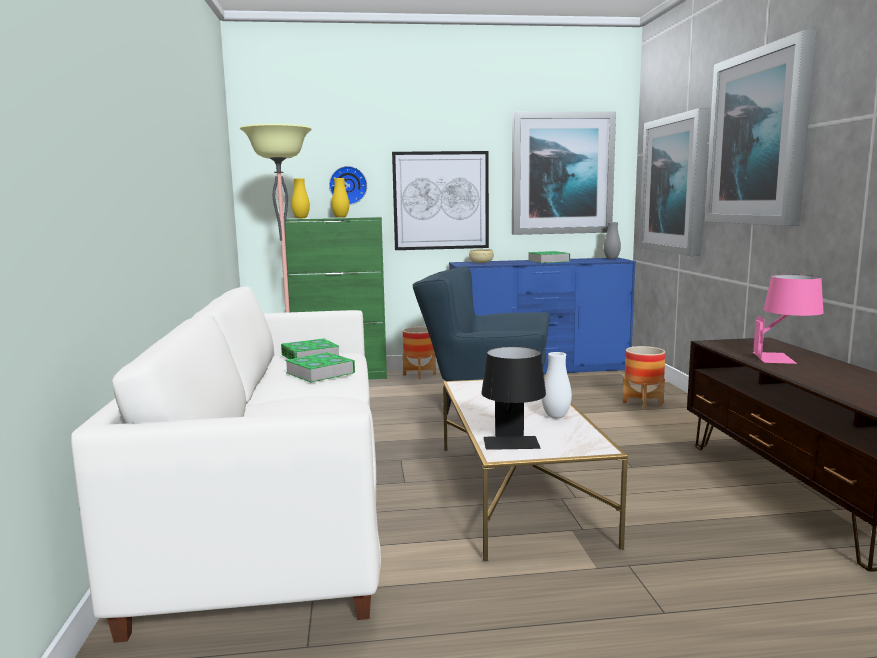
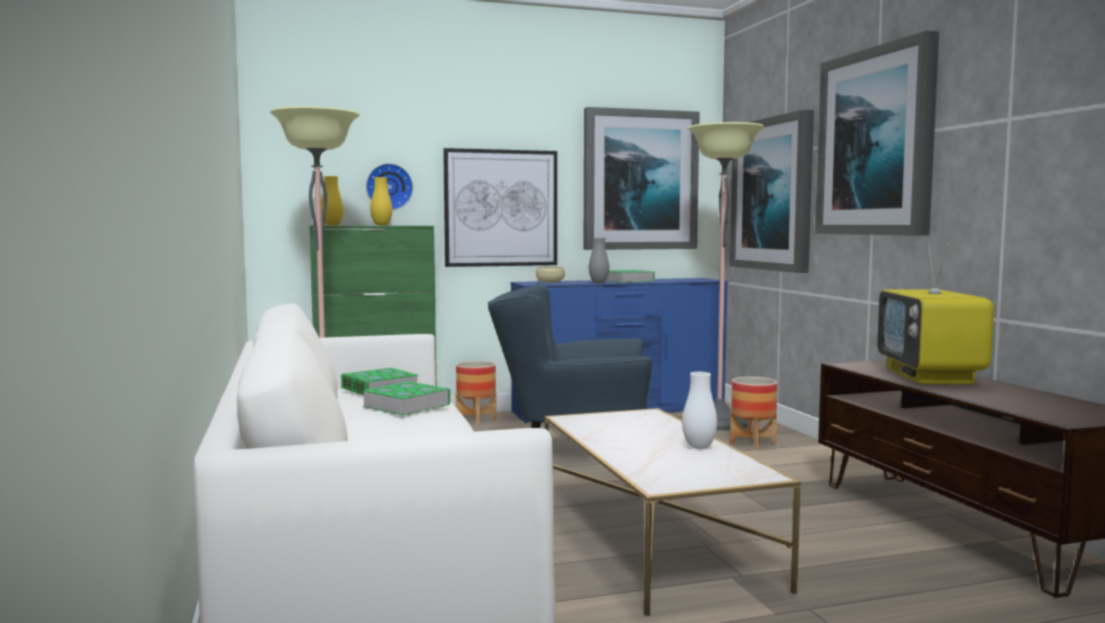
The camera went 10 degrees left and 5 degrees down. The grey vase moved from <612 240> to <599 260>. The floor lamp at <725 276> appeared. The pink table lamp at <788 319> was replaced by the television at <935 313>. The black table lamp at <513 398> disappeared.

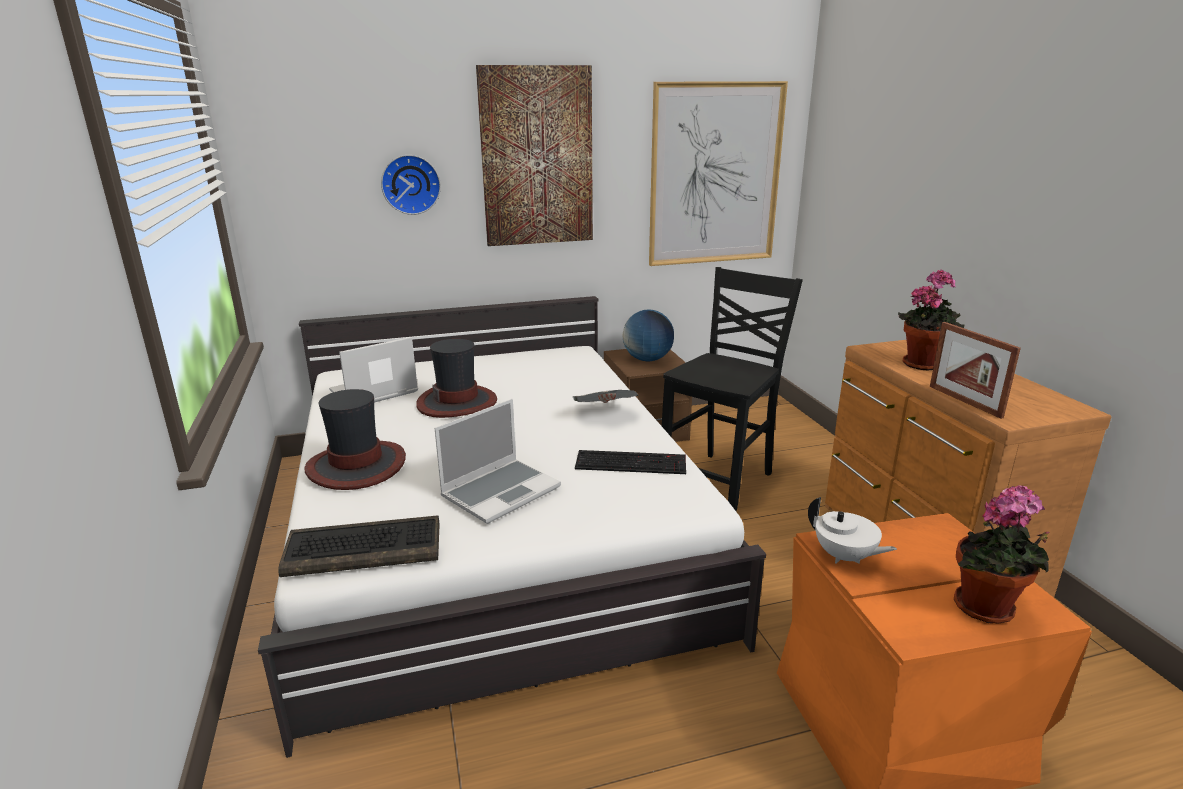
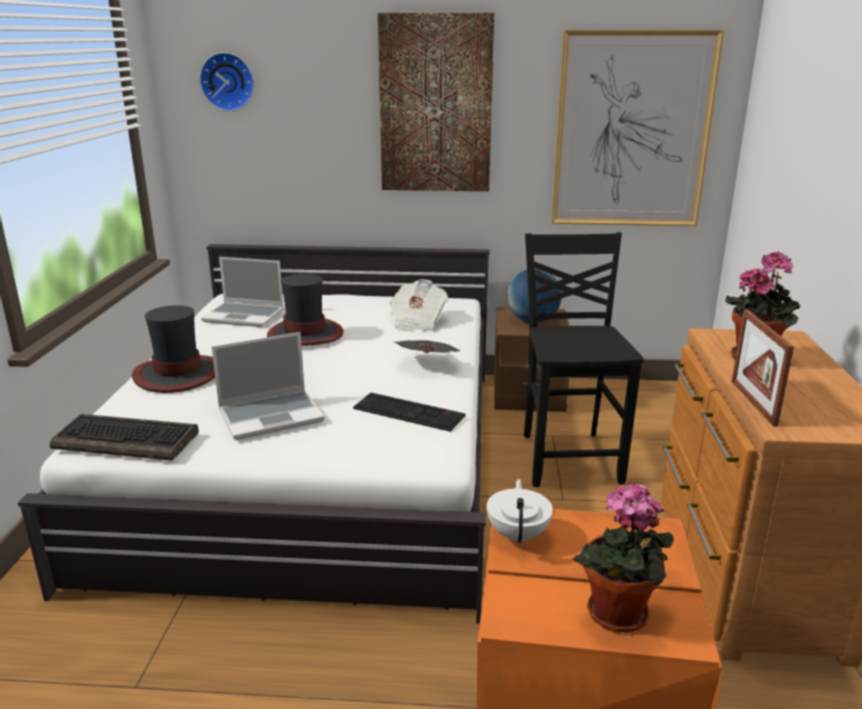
The camera went 20 degrees right and 0 degrees up. The wall clock moved from <411 185> to <226 81>. The laptop at <373 369> turned 150 degrees counterclockwise. The newspaper at <418 305> appeared. The white teapot at <852 530> turned 150 degrees counterclockwise. The black chair at <732 389> turned 60 degrees counterclockwise.

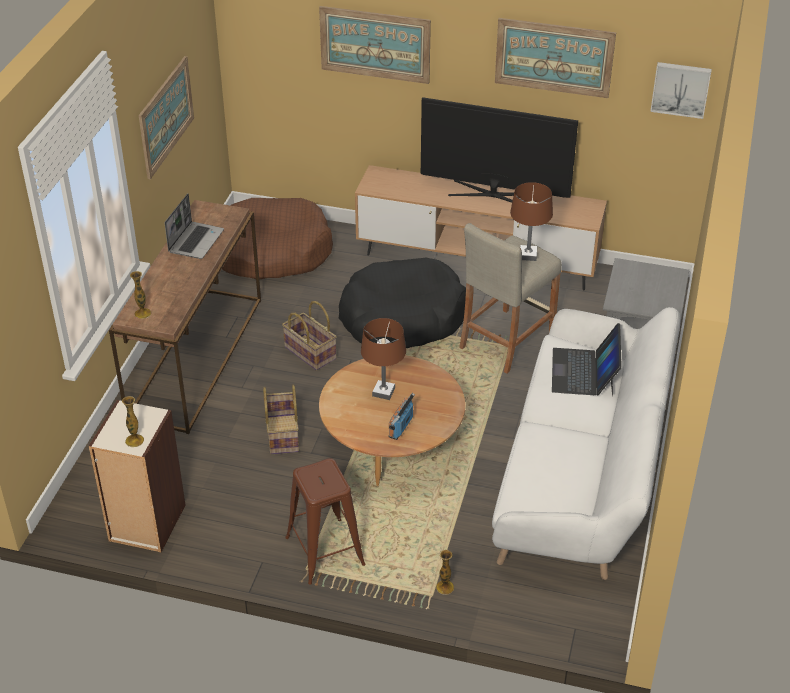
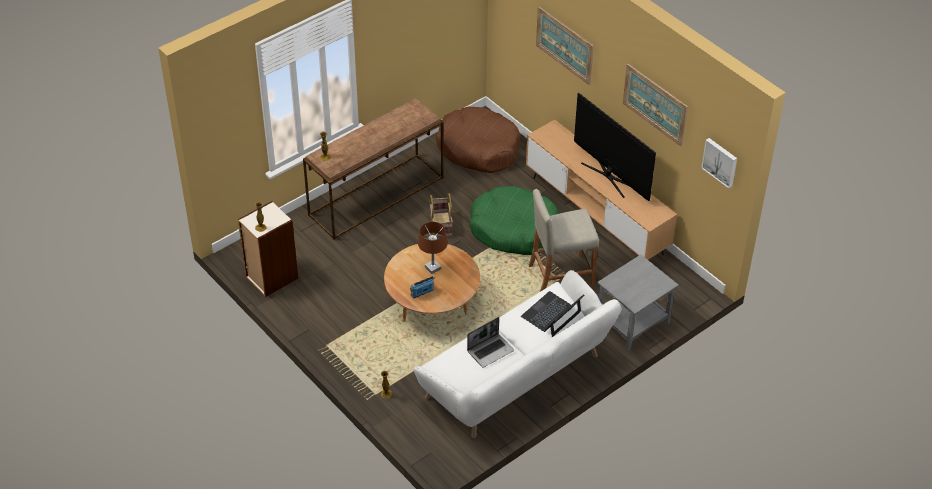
The camera went 35 degrees right and 5 degrees up. The laptop moved from <194 226> to <490 342>. The black dog bed at <402 303> became the green dog bed at <514 220>. The picture at <166 117> disappeared. The basket at <281 419> disappeared. The brown stool at <325 521> disappeared. The brown table lamp at <531 221> disappeared.

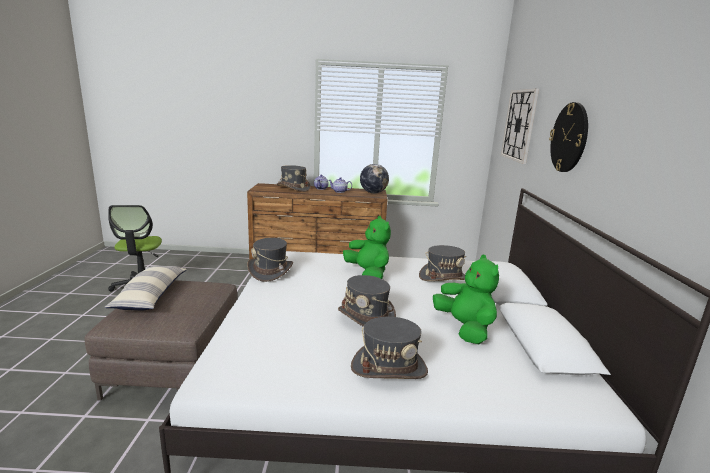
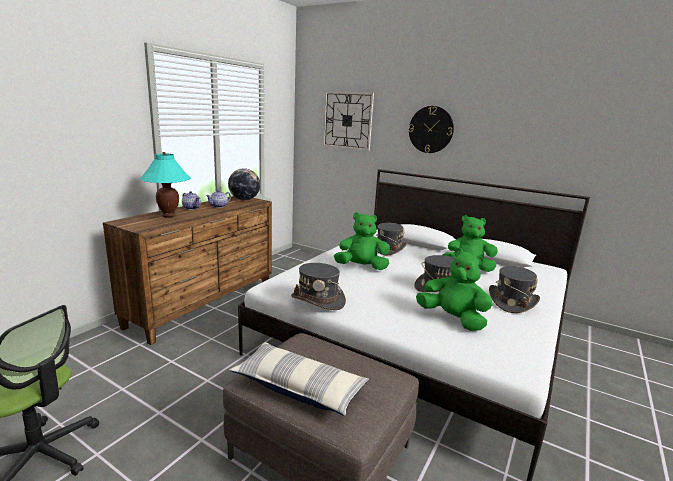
The camera went 60 degrees left and 0 degrees up. The grey hat at <293 178> was replaced by the turquoise table lamp at <165 184>. The green plush toy at <454 289> appeared.

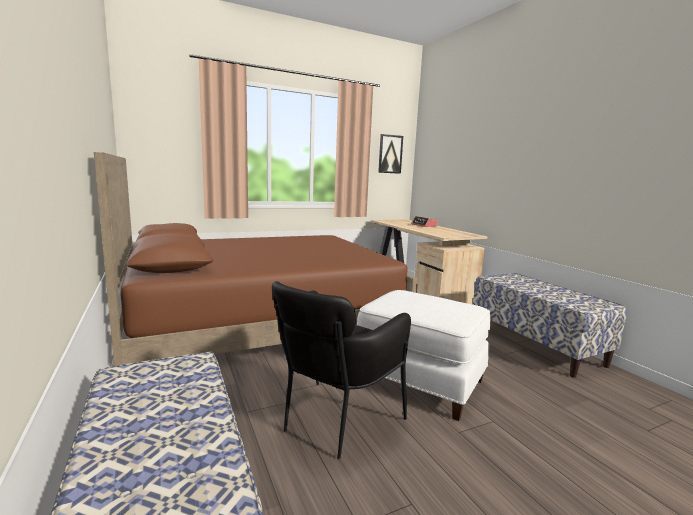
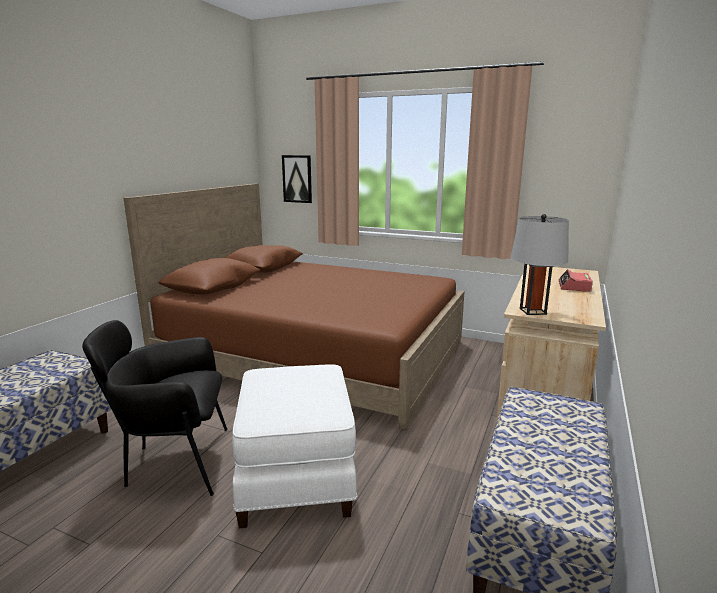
The camera went 50 degrees right and 5 degrees up. The picture moved from <390 154> to <297 179>. The grey table lamp at <540 264> appeared.

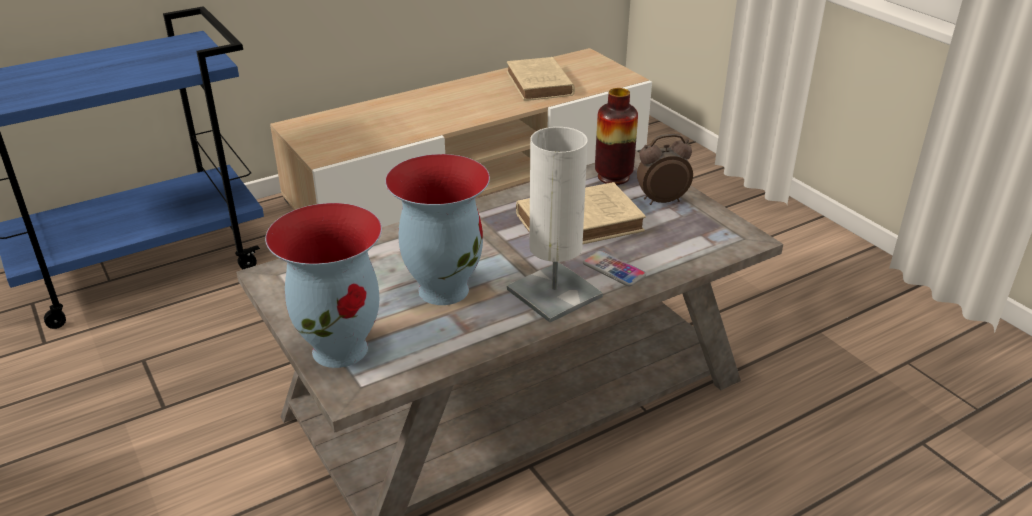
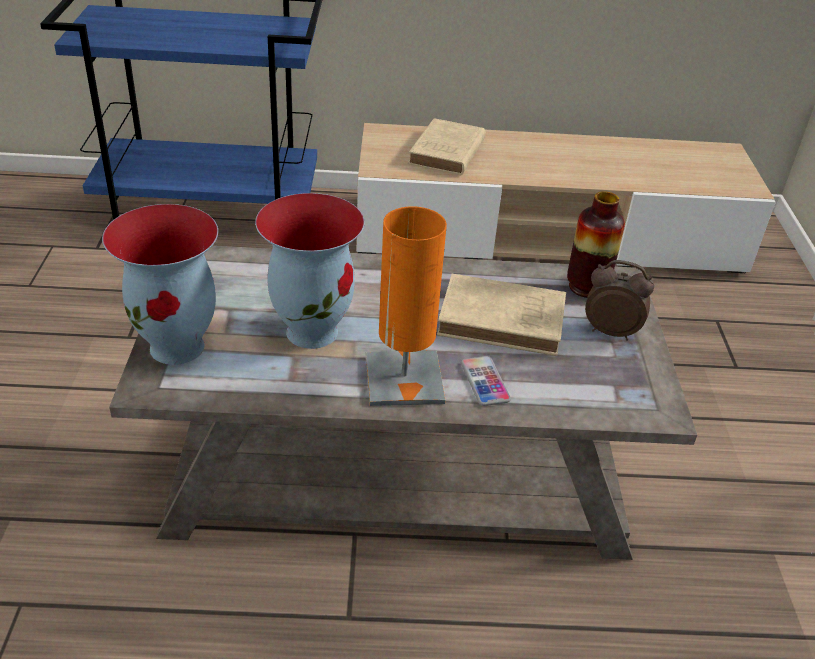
The camera went 30 degrees right and 5 degrees up. The white table lamp at <555 224> became the orange table lamp at <406 306>. The beige book moved from <540 79> to <447 146>.

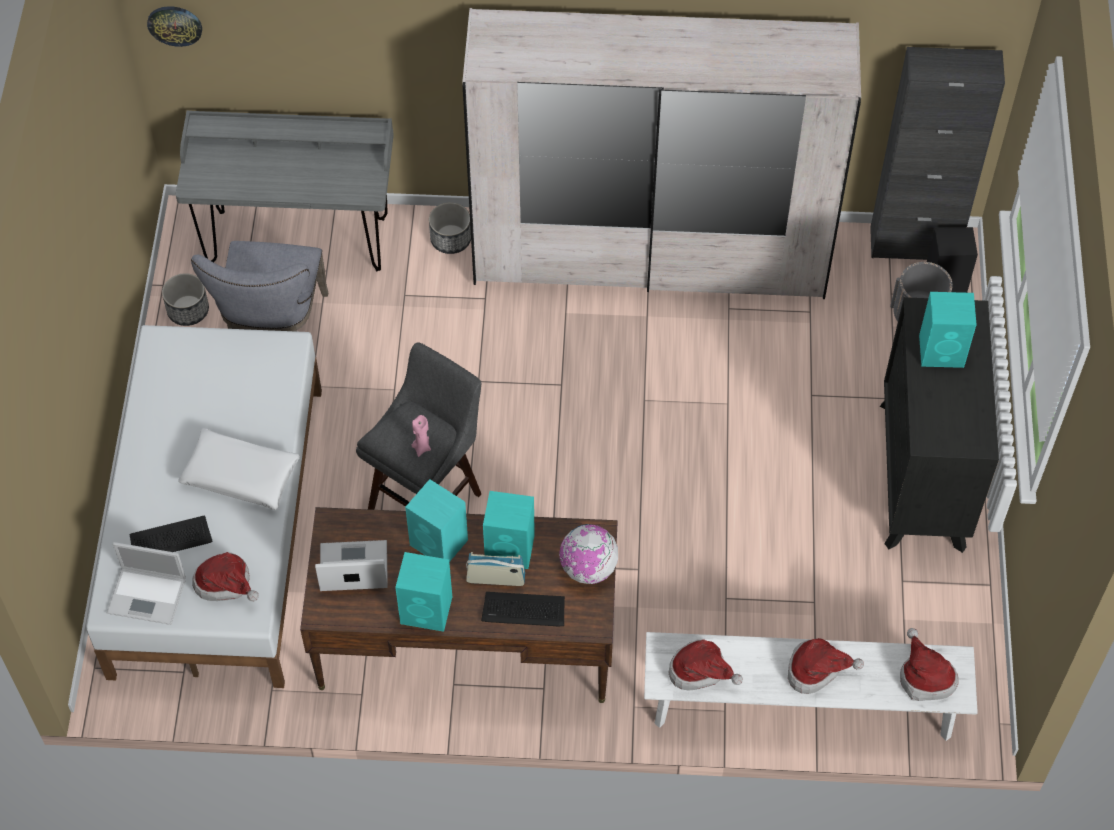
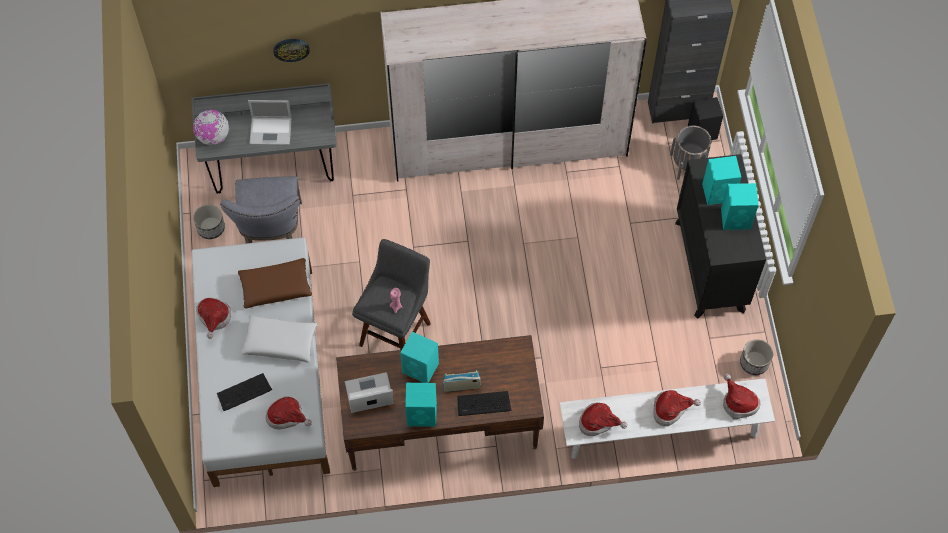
The camera went 10 degrees left and 5 degrees up. The globe moved from <588 554> to <211 127>. The hat at <213 318> appeared. The brown pillow at <275 283> appeared. The laptop moved from <146 583> to <270 122>. The wall clock moved from <174 26> to <291 50>. The turquoise speaker moved from <509 530> to <740 206>. The planter moved from <450 228> to <756 357>.

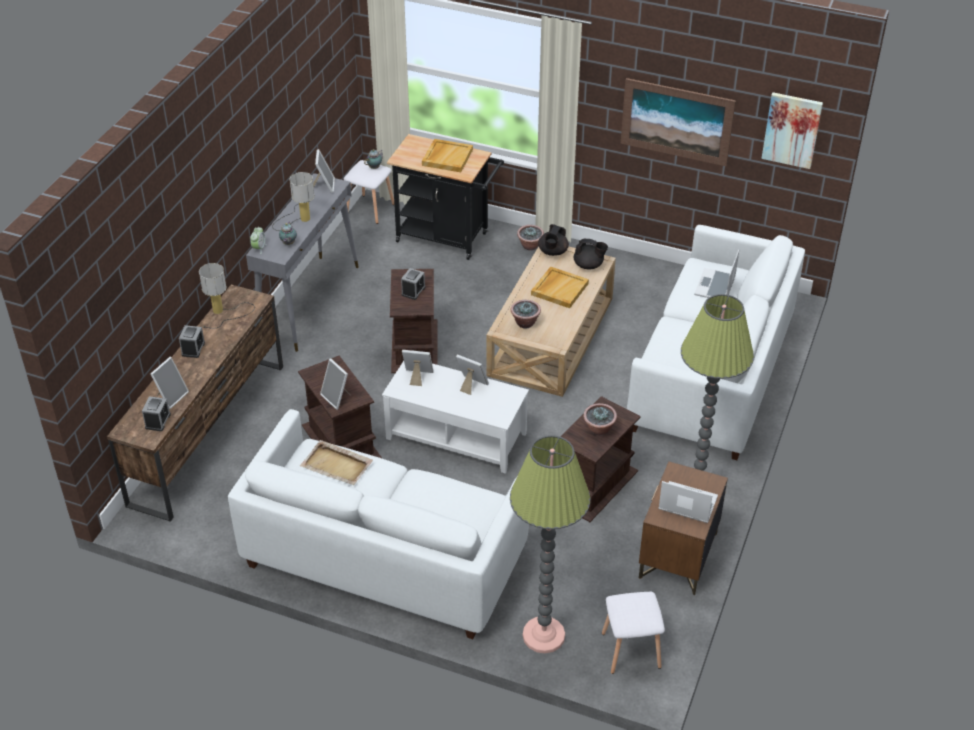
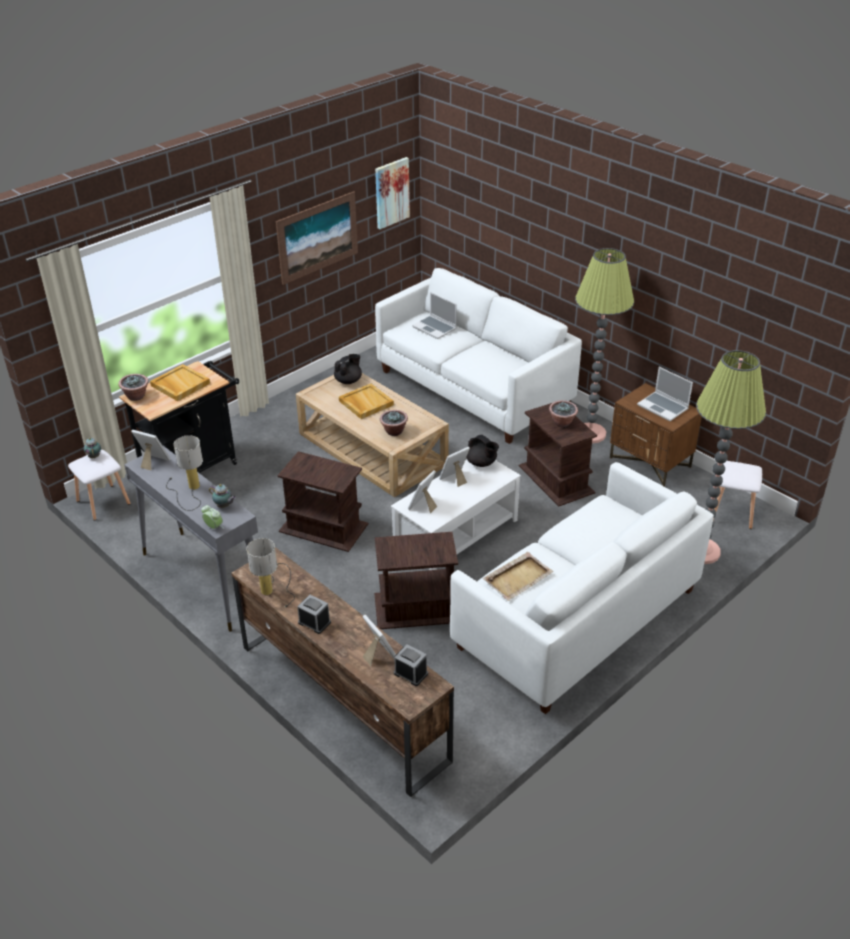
The camera went 65 degrees left and 5 degrees down. The potted plant moved from <530 237> to <133 387>. The black teapot moved from <553 240> to <482 451>. The laptop at <688 502> turned 90 degrees counterclockwise. The picture frame at <335 384> disappeared. The alarm clock at <413 284> disappeared.

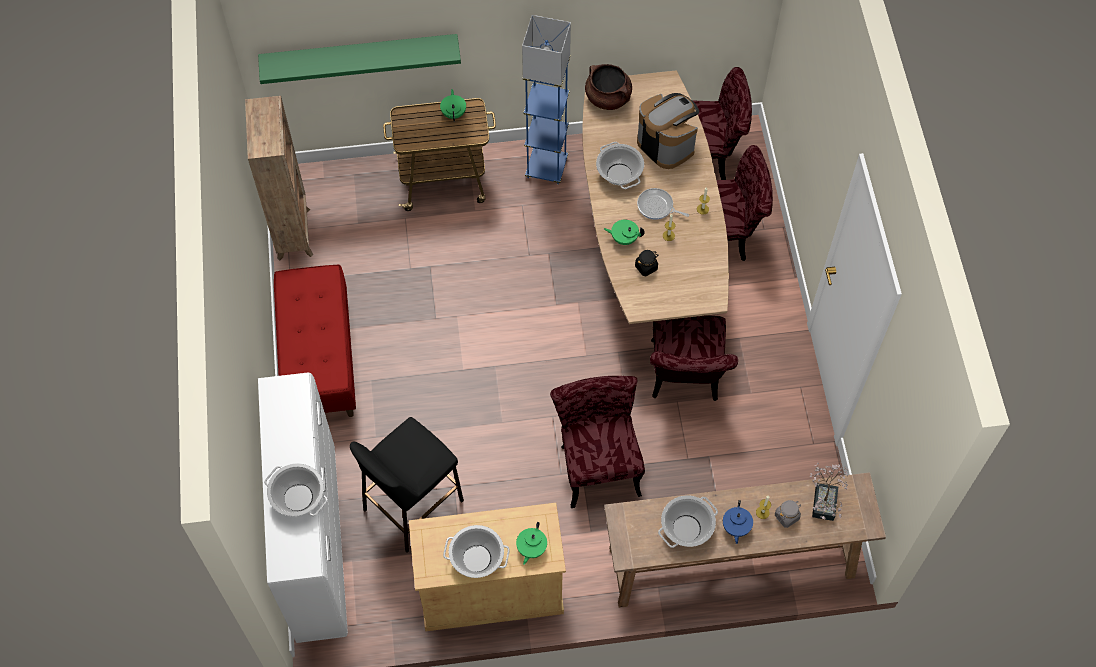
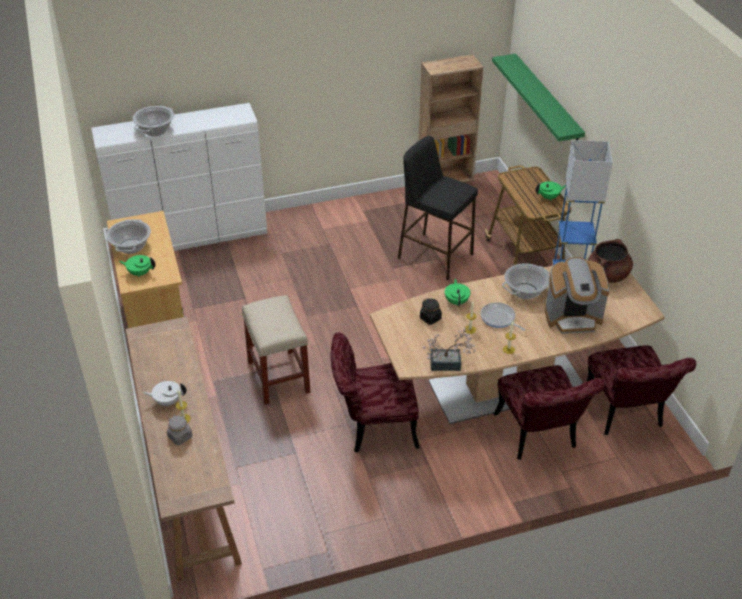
The camera went 80 degrees right and 20 degrees down. The blue teapot at <738 522> became the white teapot at <164 394>. The red chair at <597 442> was replaced by the beige stool at <276 350>. The black stool moved from <407 485> to <438 208>. The potted plant moved from <829 492> to <448 349>. The frying pan at <663 204> turned 60 degrees counterclockwise. The coffee machine at <668 131> turned 45 degrees clockwise. The red bench at <315 341> disappeared. The cooking pot at <688 521> disappeared.

